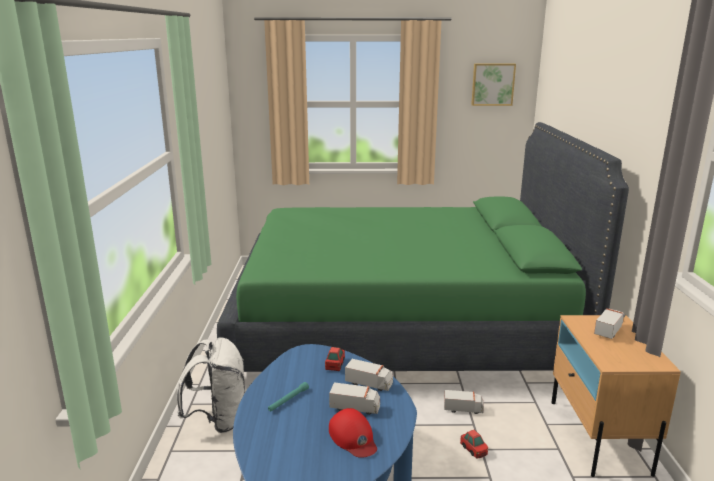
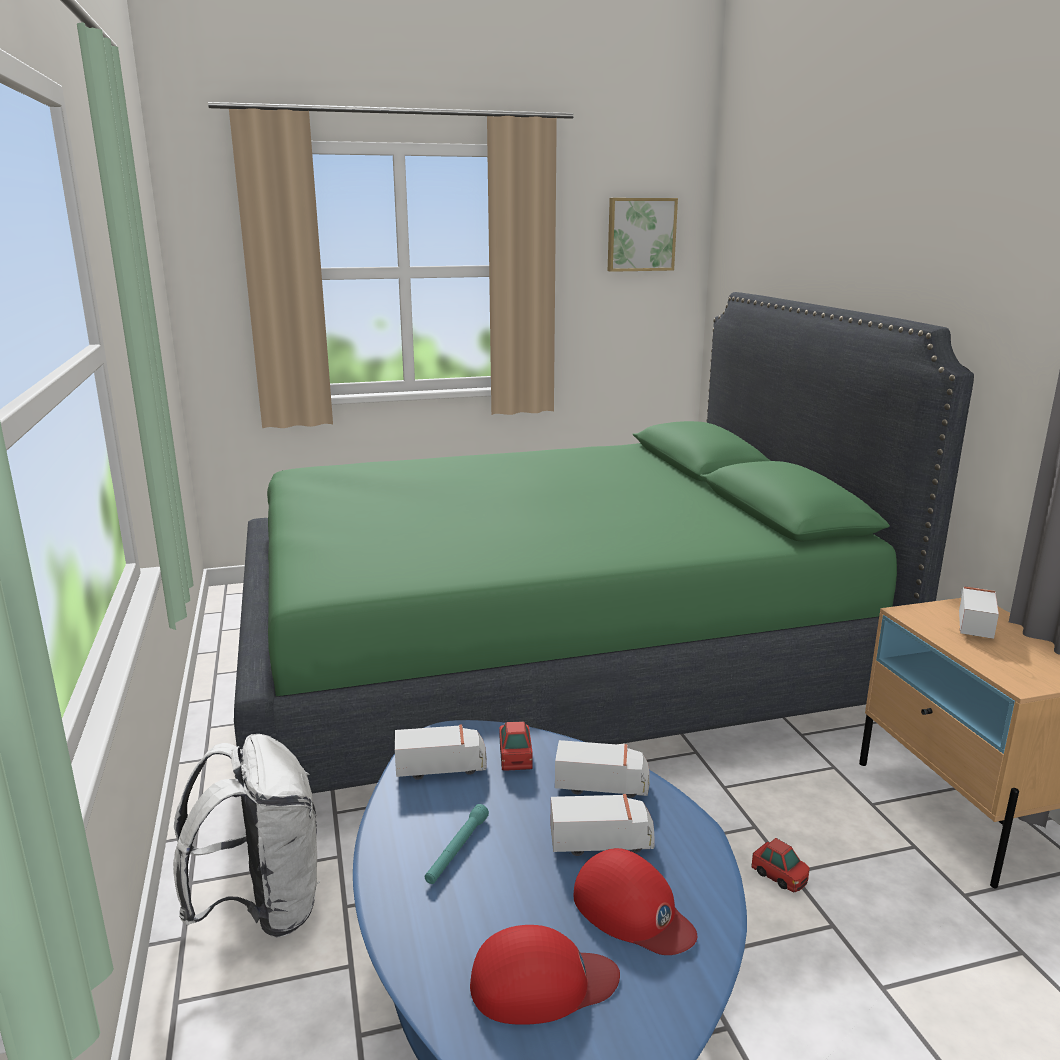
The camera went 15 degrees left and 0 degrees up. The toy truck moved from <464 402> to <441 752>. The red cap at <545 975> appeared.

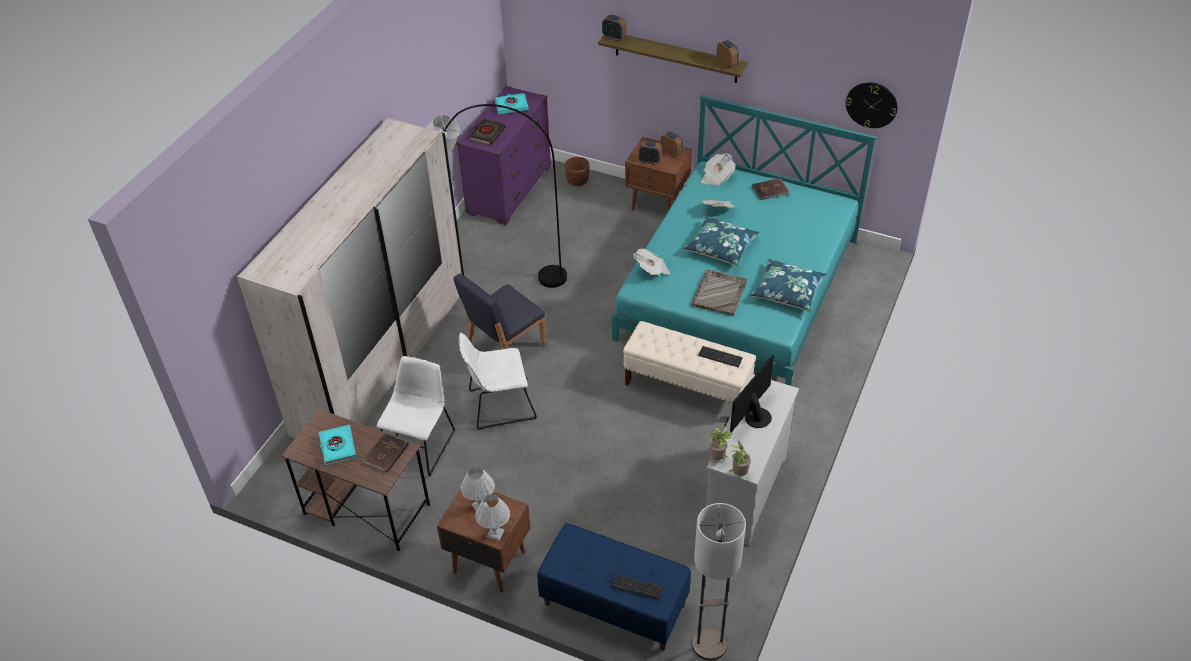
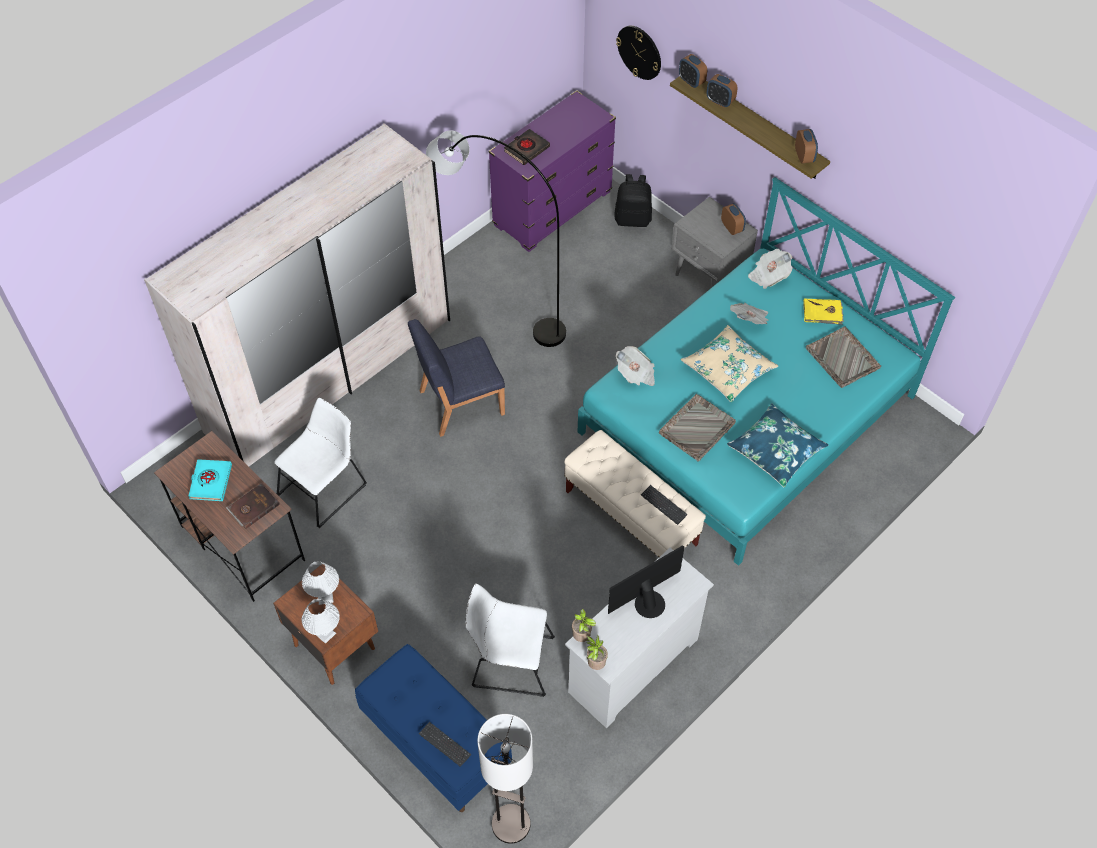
The camera went 20 degrees right and 10 degrees up. The white chair moved from <498 381> to <510 640>. The brown planter at <577 171> was replaced by the black backpack at <633 200>. The wall clock moved from <872 105> to <638 53>. The brown nightstand at <658 174> became the grey nightstand at <714 242>. The blue pillow at <721 241> became the beige pillow at <729 363>. The alarm clock moved from <650 153> to <722 90>. The brown book at <771 189> became the yellow book at <823 312>. The grey tray at <843 357> appeared. The turquoise book at <512 103> disappeared.

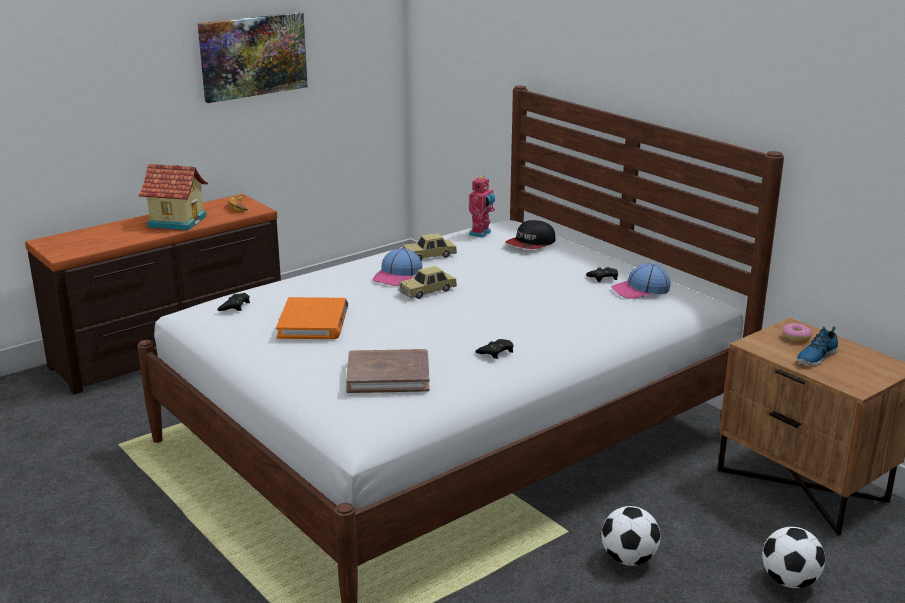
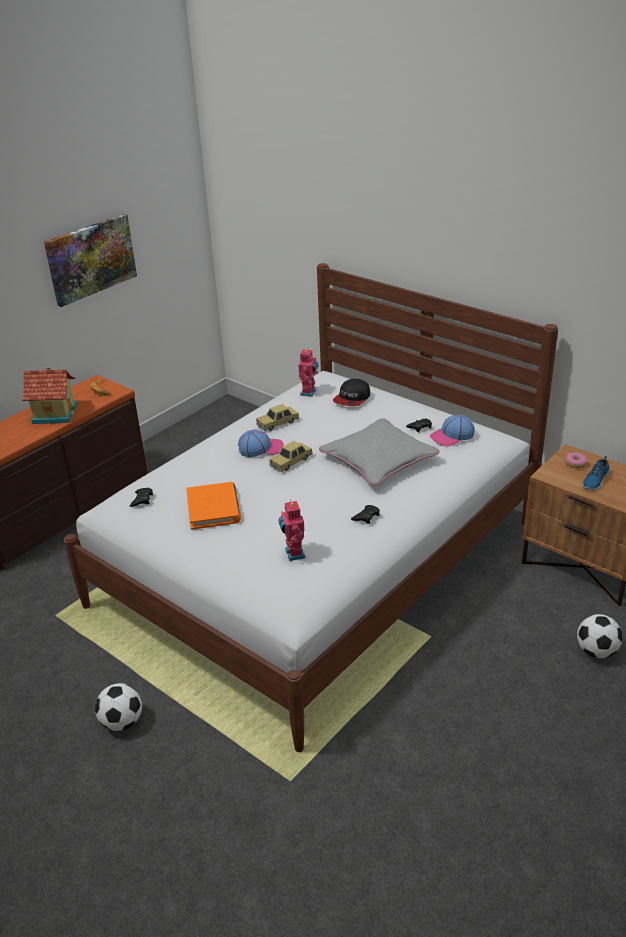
The camera went 10 degrees left and 10 degrees up. The football moved from <631 536> to <118 707>. The cap at <397 267> turned 120 degrees counterclockwise. The brown book at <388 371> was replaced by the toy robot at <292 530>. The grey pillow at <379 451> appeared.

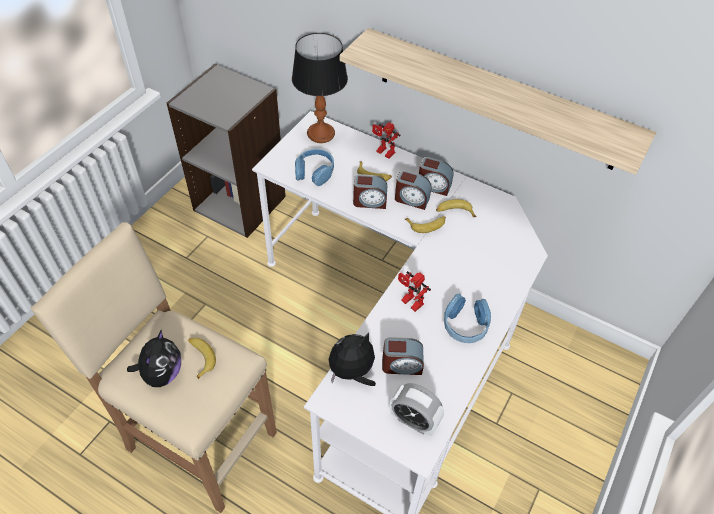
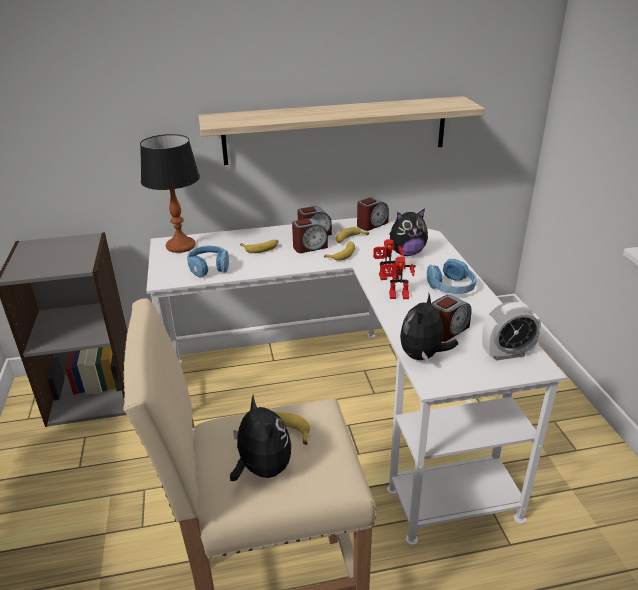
The camera went 40 degrees left and 20 degrees down. The alarm clock moved from <370 191> to <373 214>. The toy robot moved from <386 140> to <388 259>. The plush toy at <408 232> appeared.

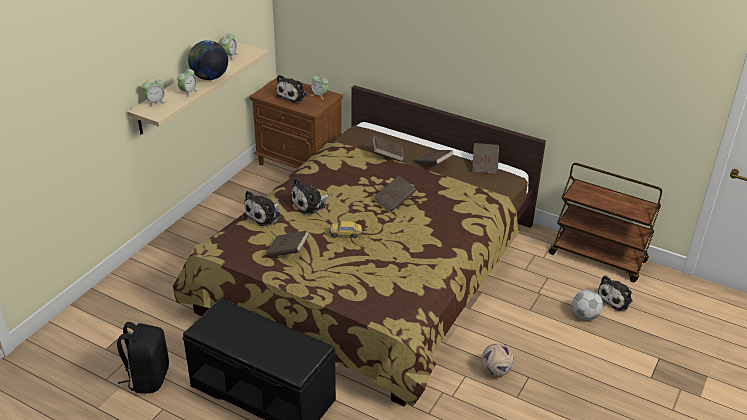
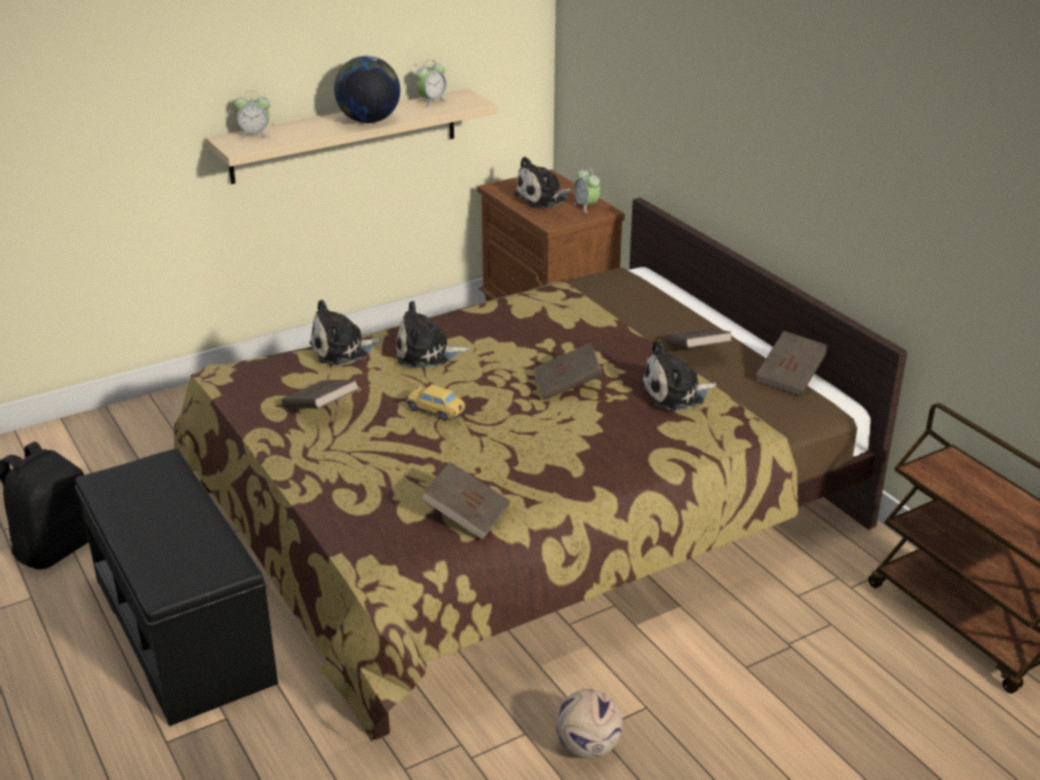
The camera went 30 degrees right and 5 degrees down. The brown book moved from <388 148> to <465 501>. The plush toy moved from <615 293> to <678 375>. The alarm clock at <187 83> disappeared. The football at <587 305> disappeared.

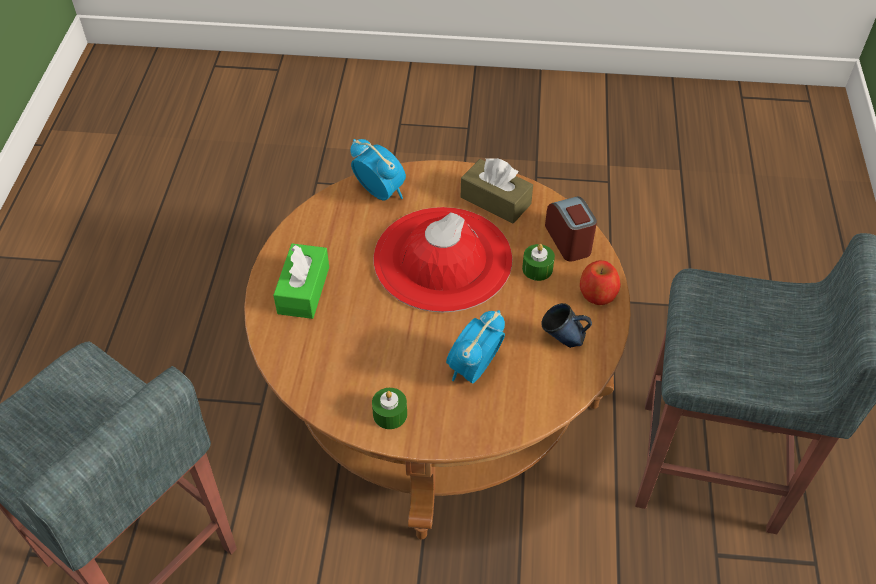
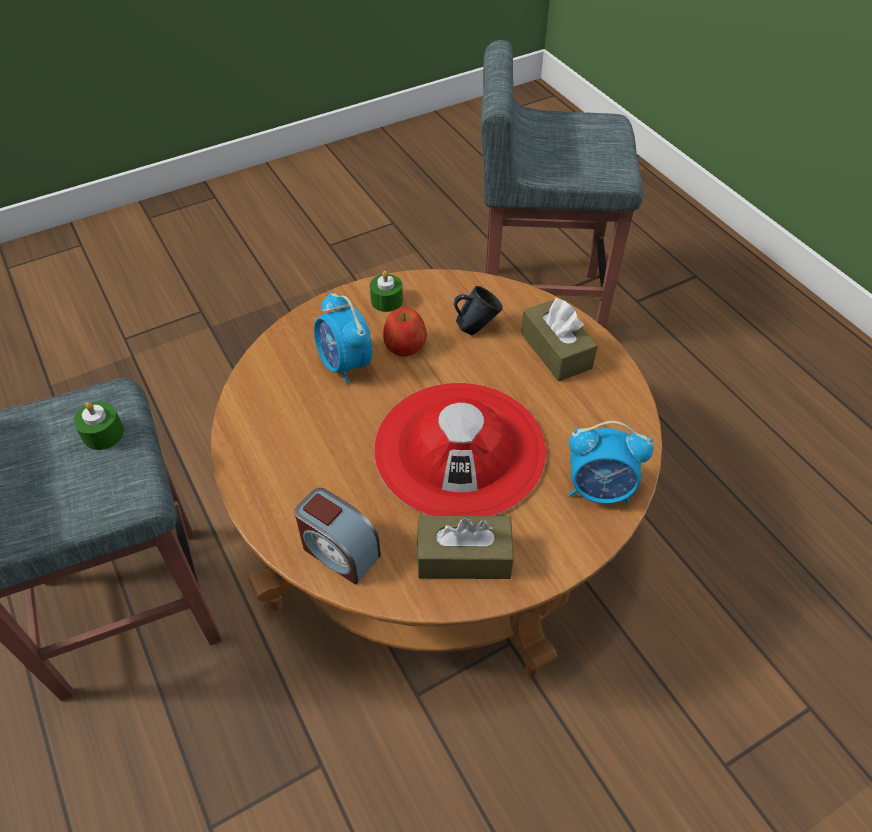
The camera went 145 degrees right and 0 degrees up. The green candle moved from <538 262> to <98 425>. The alarm clock at <475 347> turned 150 degrees clockwise. The apple moved from <600 282> to <405 332>. The blue mug moved from <566 325> to <478 310>. The green tissue box at <301 281> became the brown tissue box at <559 339>.

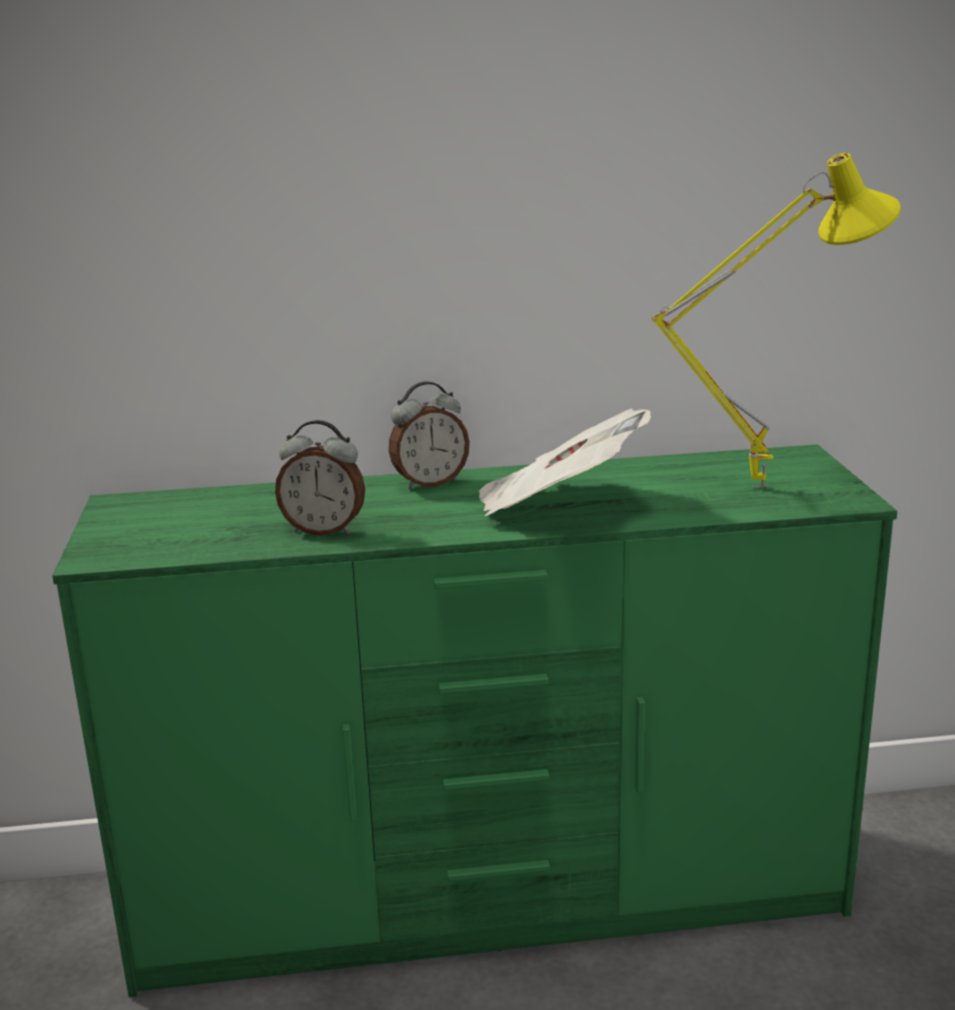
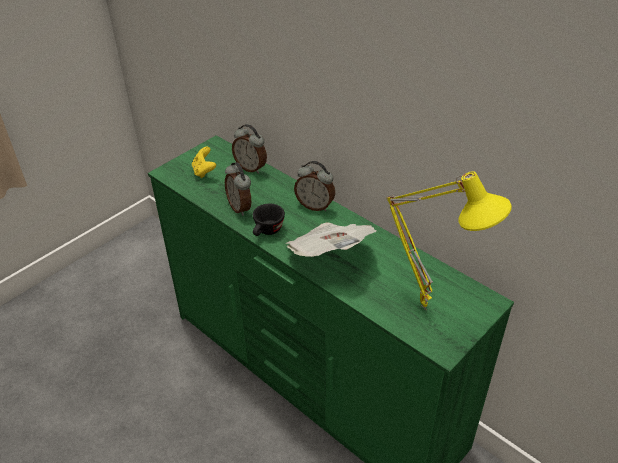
The camera went 50 degrees right and 20 degrees up. The yellow game controller at <204 162> appeared. The alarm clock at <249 149> appeared. The black cup at <269 220> appeared.

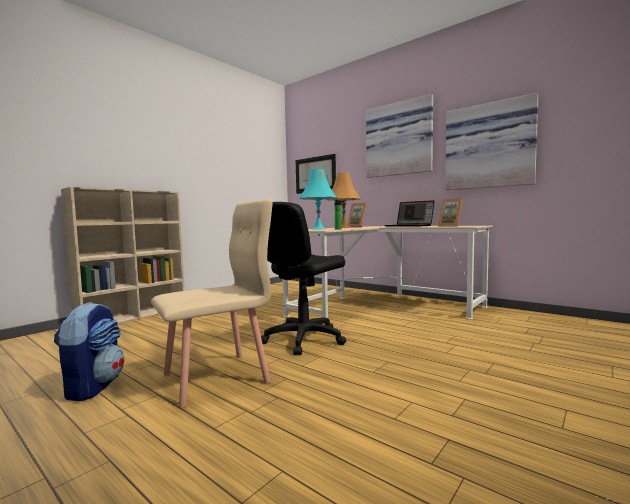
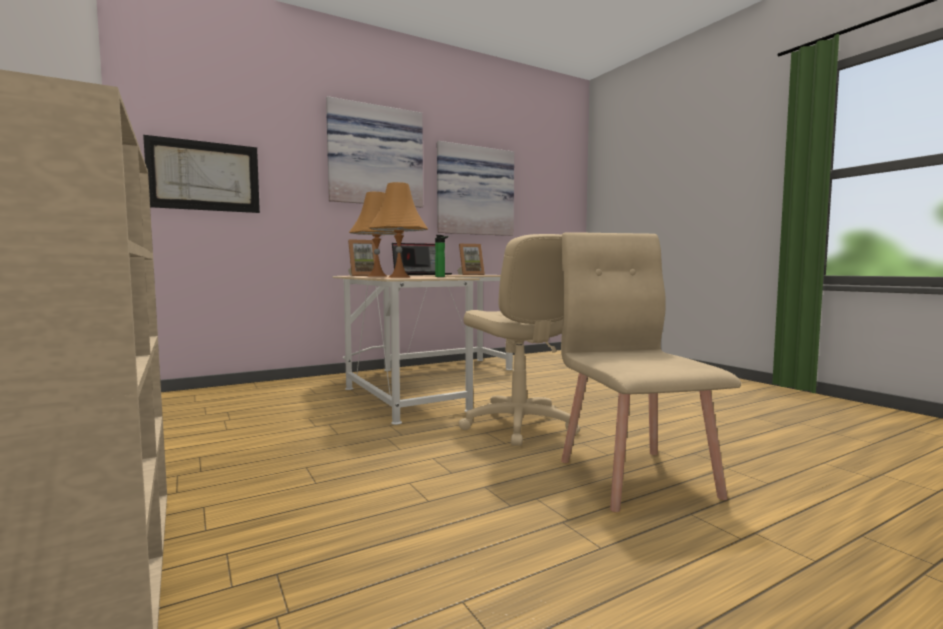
The camera went 70 degrees left and 0 degrees up. The turquoise table lamp at <318 199> became the orange table lamp at <398 230>. The black office chair at <303 278> became the beige office chair at <519 340>. The backpack at <89 351> disappeared.

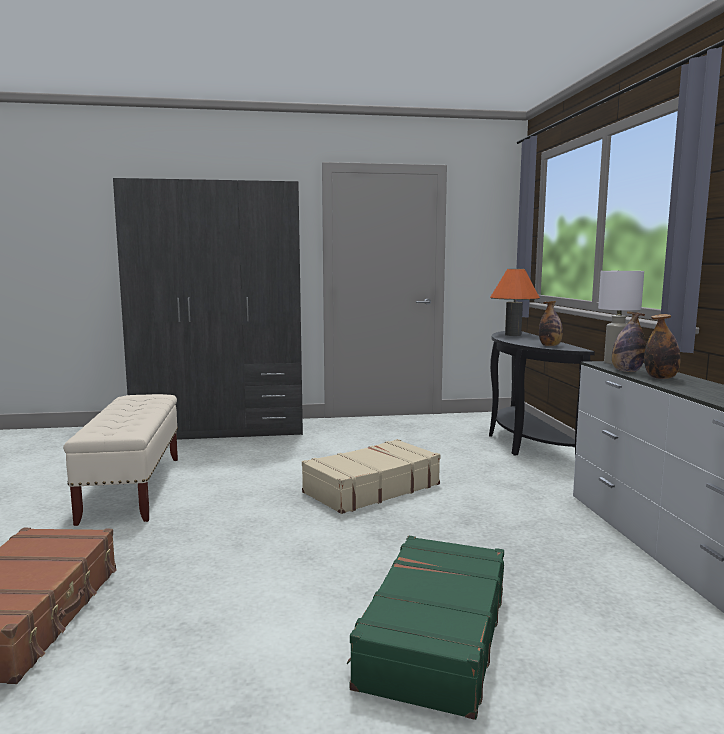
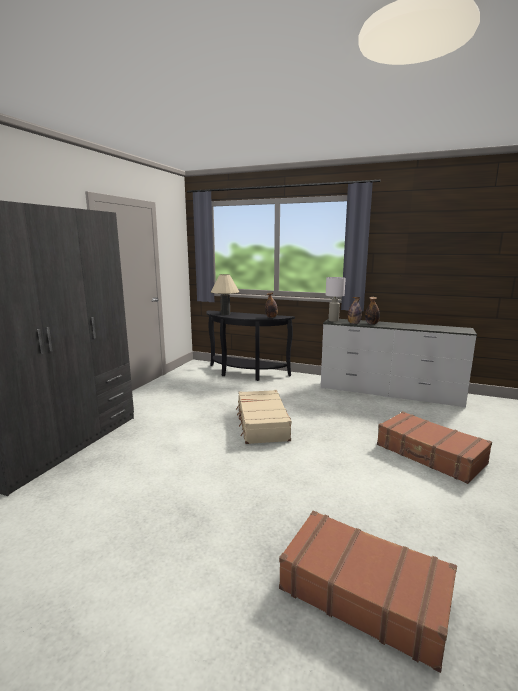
The camera went 60 degrees left and 5 degrees up. The orange table lamp at <515 302> became the beige table lamp at <225 294>. The green suitcase at <425 628> became the brown suitcase at <434 447>. The beige bench at <120 460> disappeared.

